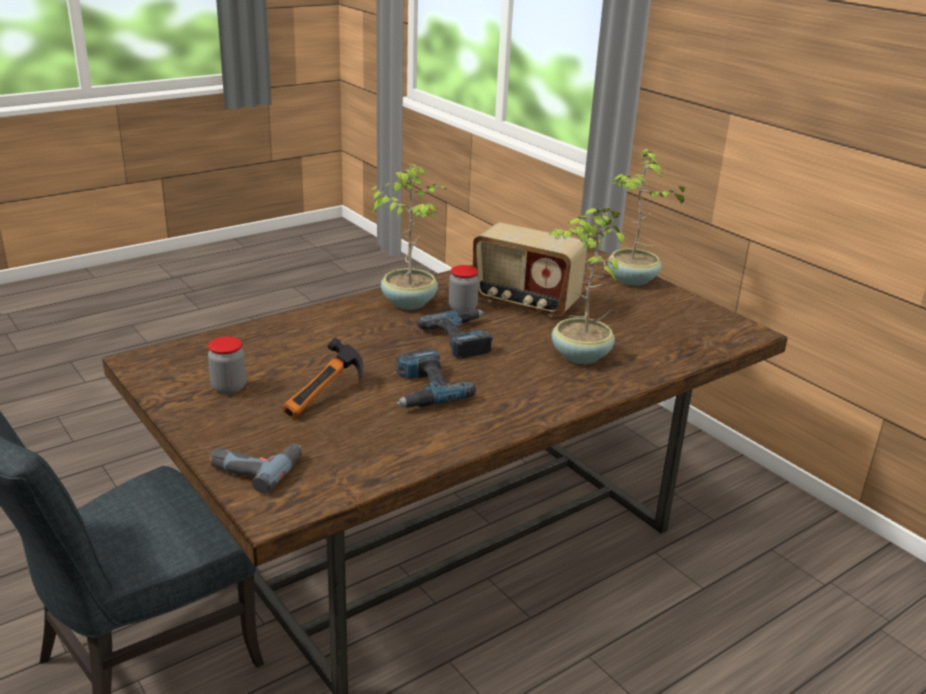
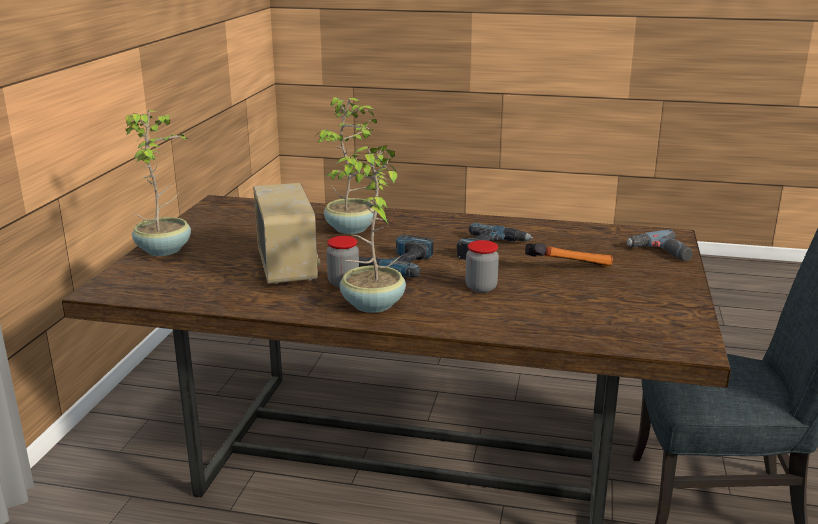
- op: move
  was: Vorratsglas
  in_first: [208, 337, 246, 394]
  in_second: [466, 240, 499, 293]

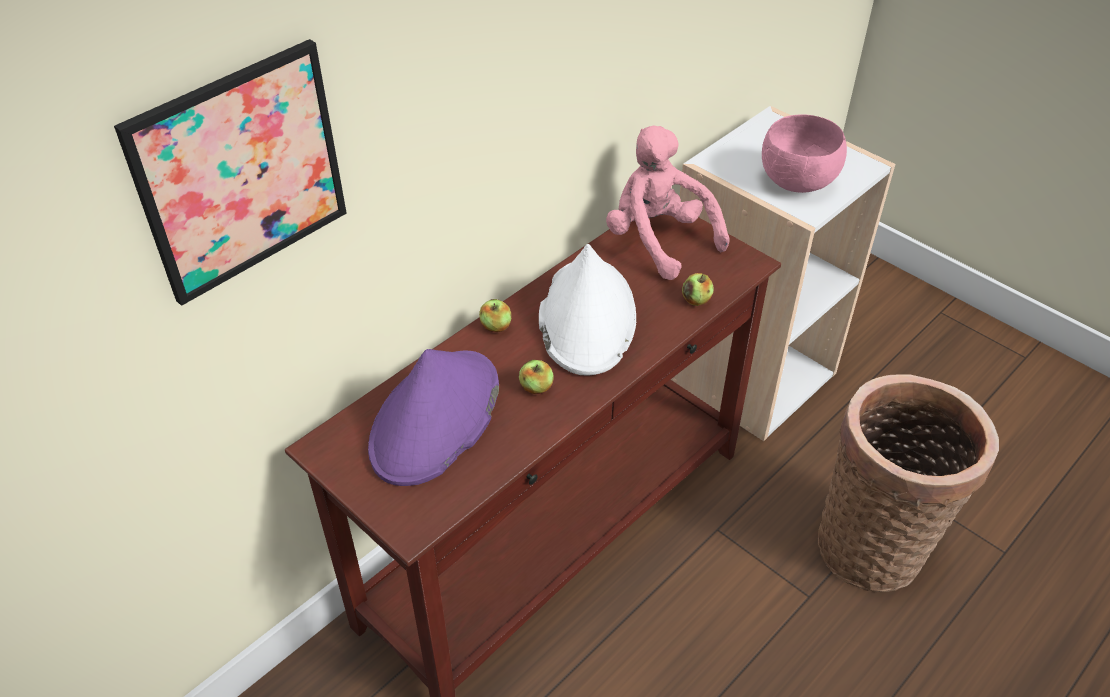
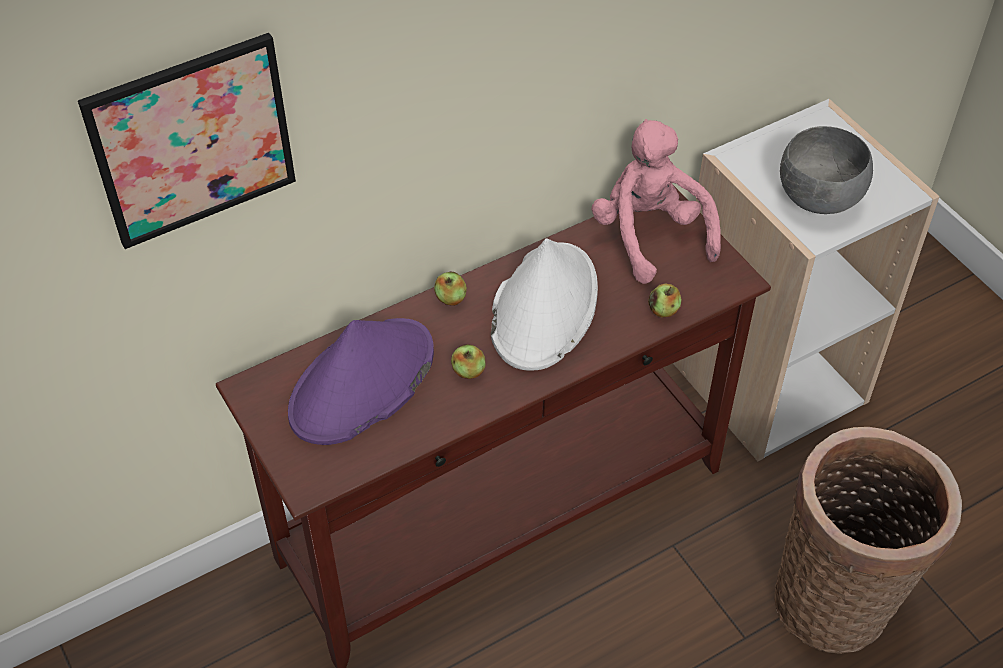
- op: recolor
  was: Schüssel (rosa)
  now: Schüssel (grau)
  in_first: [762, 114, 847, 193]
  in_second: [780, 126, 873, 214]

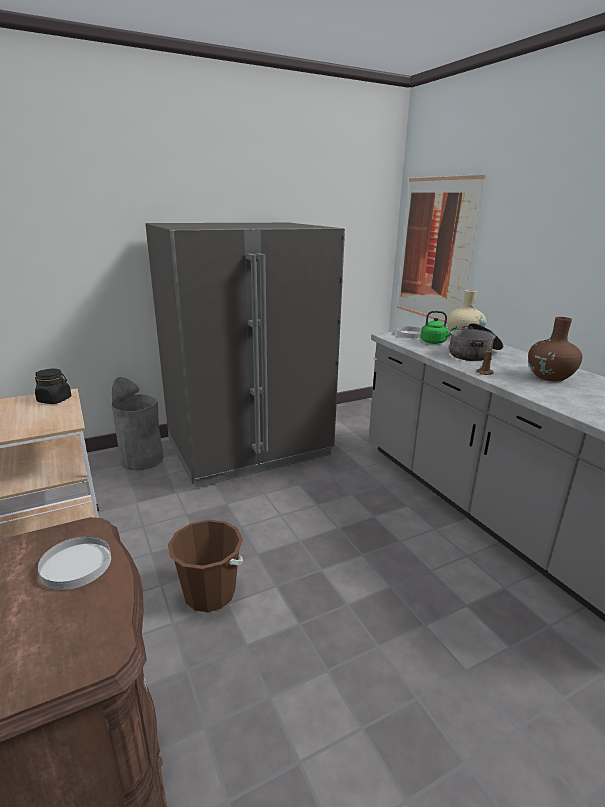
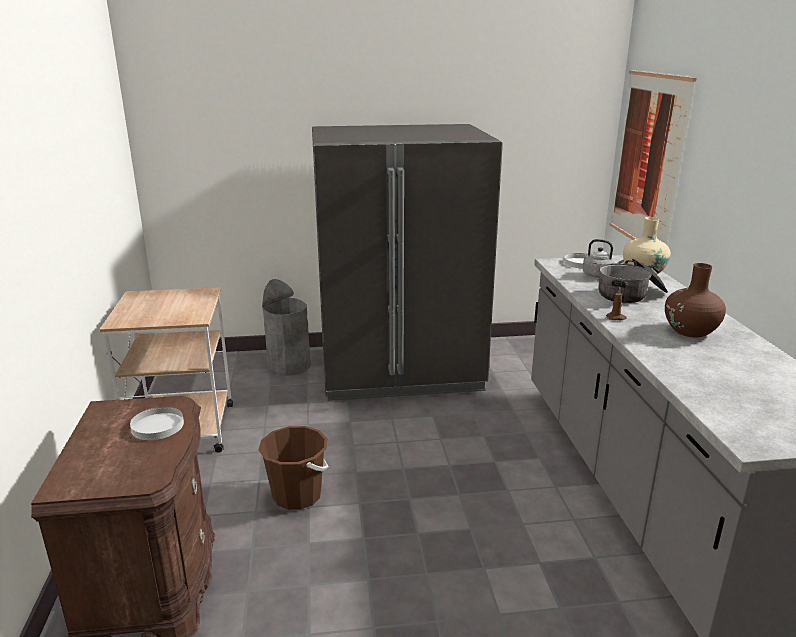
- op: delete
  was: Vorratsglas (schwarz)
  in_first: [35, 369, 72, 404]
- op: recolor
  was: Wasserkessel (grün)
  now: Wasserkessel (grau)
  in_first: [421, 311, 457, 344]
  in_second: [583, 239, 624, 278]

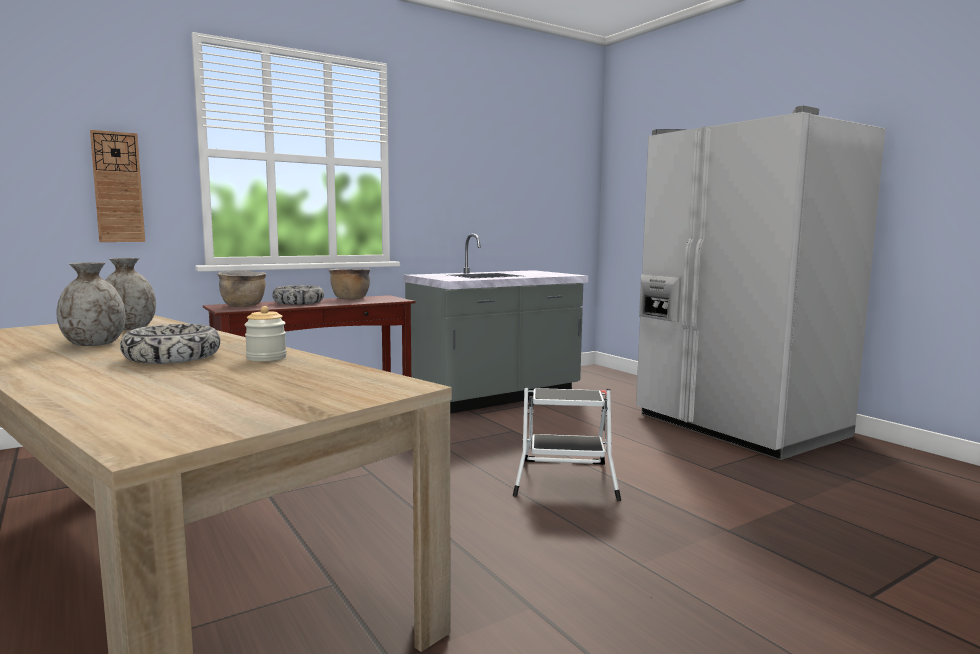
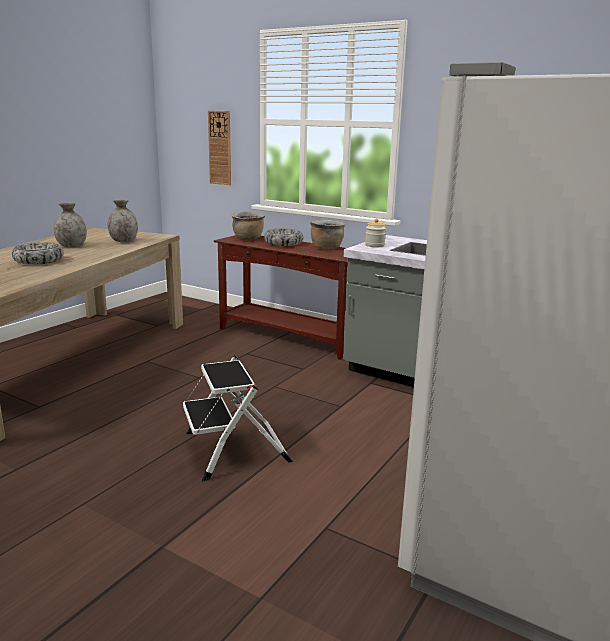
- op: move
  was: Vorratsglas
  in_first: [244, 306, 287, 361]
  in_second: [365, 219, 386, 247]

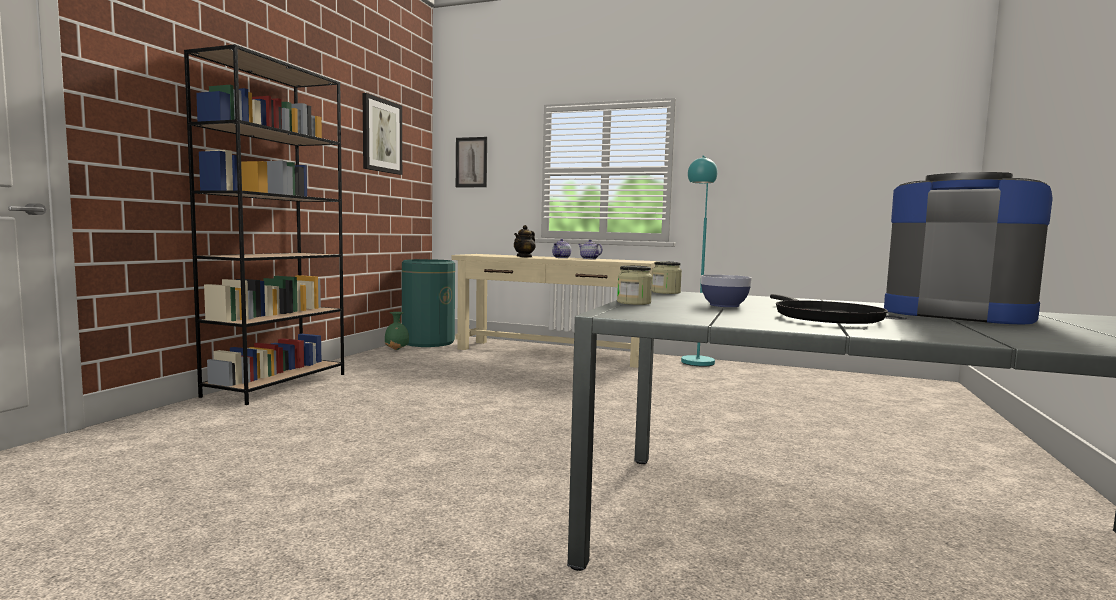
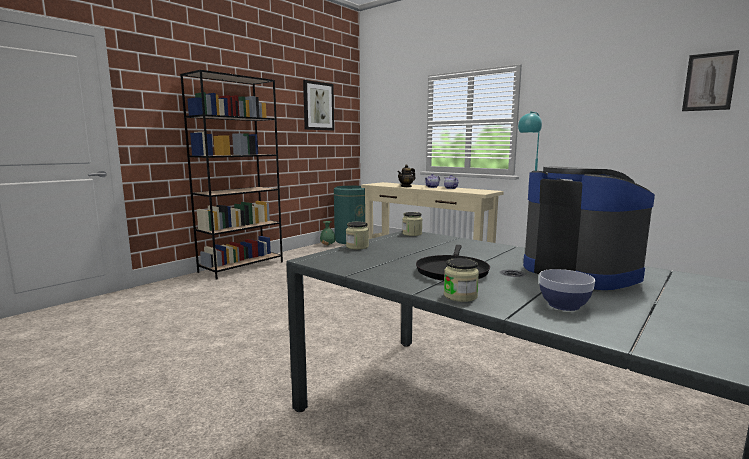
- op: move
  was: Bild
  in_first: [456, 137, 487, 187]
  in_second: [682, 50, 739, 111]
- op: move
  was: Schüssel
  in_first: [701, 275, 752, 307]
  in_second: [539, 269, 595, 311]
- op: insert
  now: Vorratsglas
  in_second: [444, 258, 479, 302]

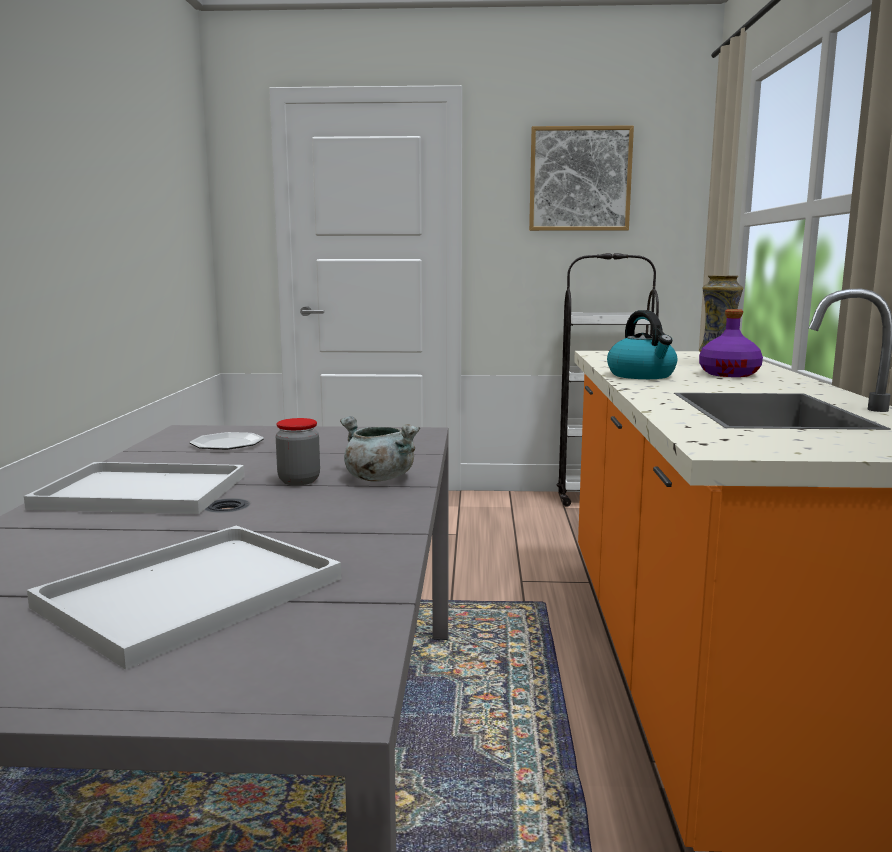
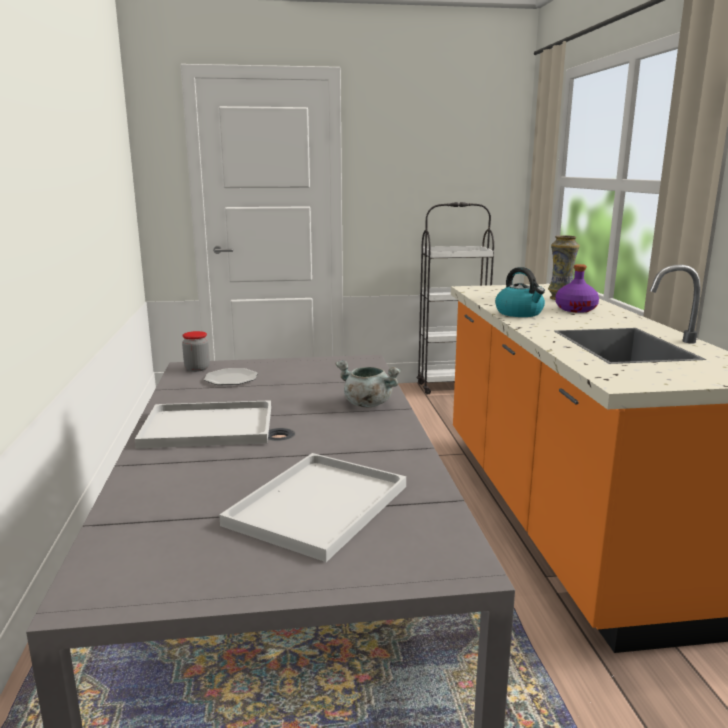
- op: move
  was: Vorratsglas
  in_first: [276, 418, 320, 485]
  in_second: [182, 331, 210, 372]
- op: delete
  was: Bild
  in_first: [529, 125, 634, 231]

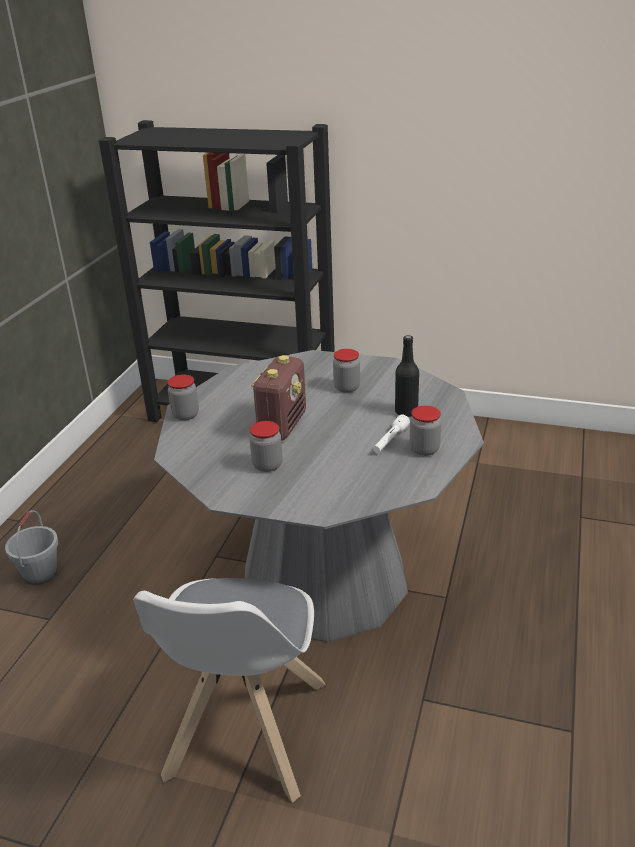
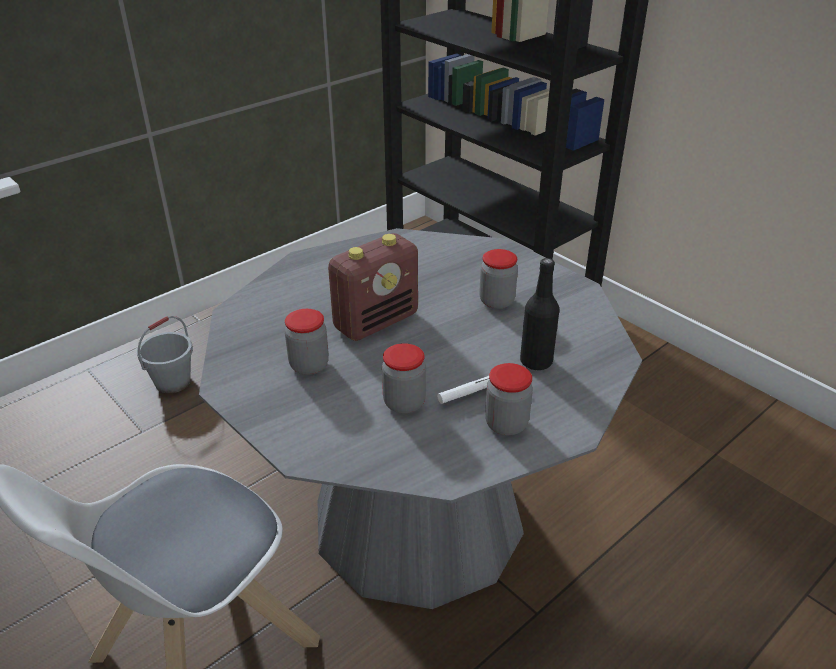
- op: move
  was: Vorratsglas
  in_first: [167, 375, 199, 421]
  in_second: [382, 343, 426, 414]

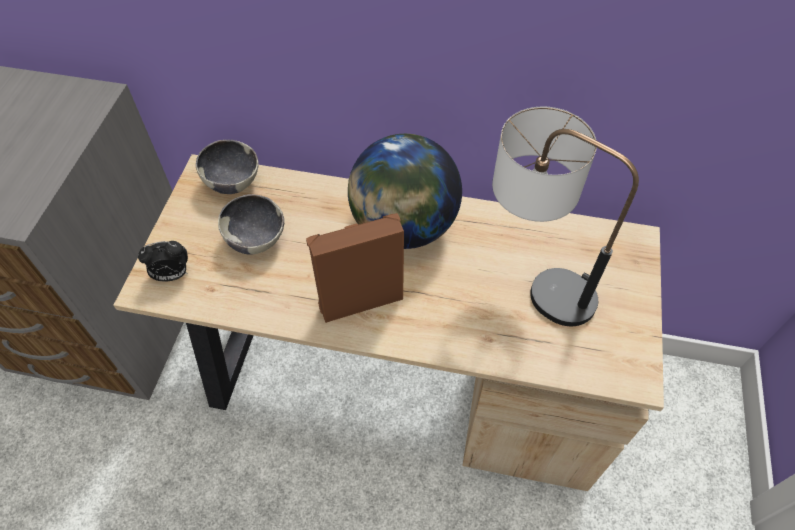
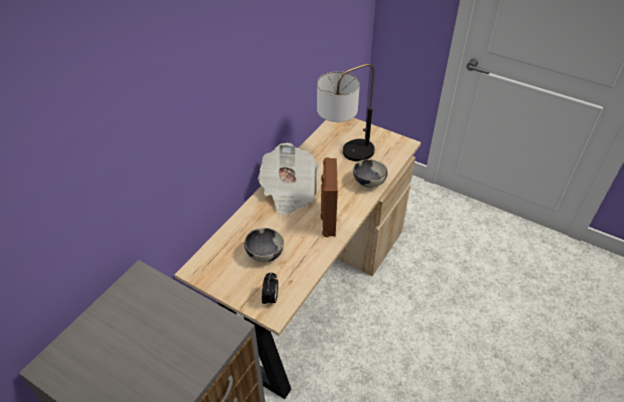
- op: move
  was: Schüssel
  in_first: [196, 140, 259, 194]
  in_second: [353, 159, 388, 188]
- op: replace
  was: Globus
  now: Zeitung
  in_first: [348, 134, 462, 249]
  in_second: [258, 143, 319, 215]

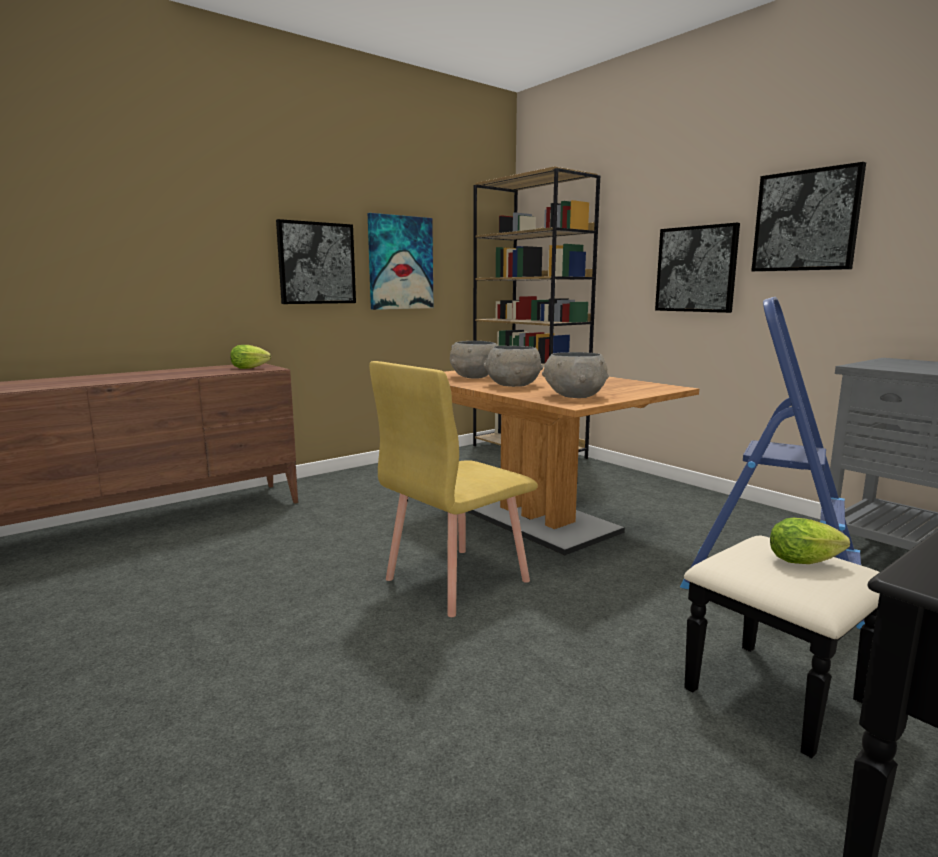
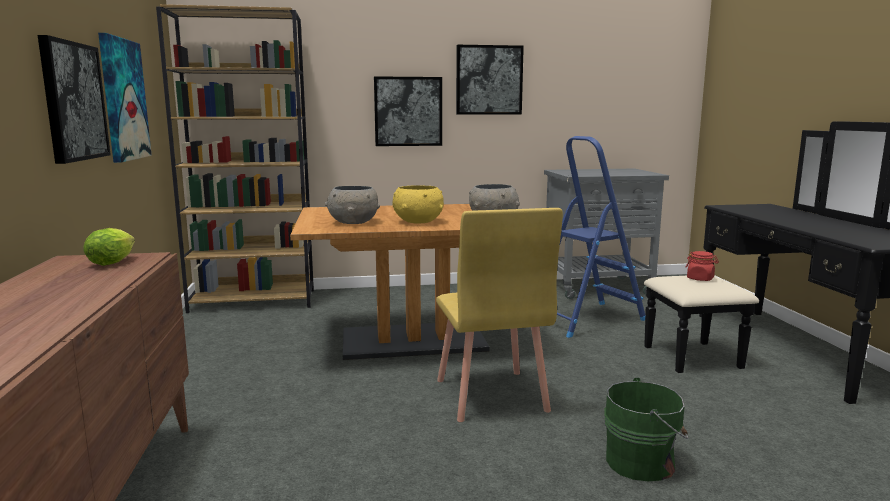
- op: recolor
  was: Schüssel (grau)
  now: Schüssel (gelb)
  in_first: [483, 346, 543, 387]
  in_second: [392, 185, 444, 224]
- op: replace
  was: Salatkopf
  now: Vorratsglas (rot)
  in_first: [770, 518, 850, 564]
  in_second: [686, 251, 719, 281]
- op: insert
  now: Eimer (grün)
  in_second: [604, 377, 689, 481]

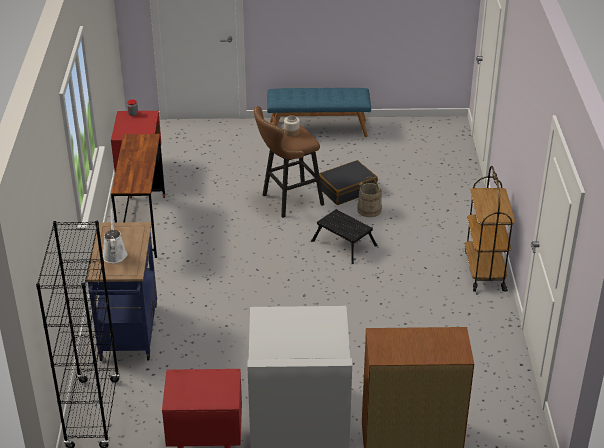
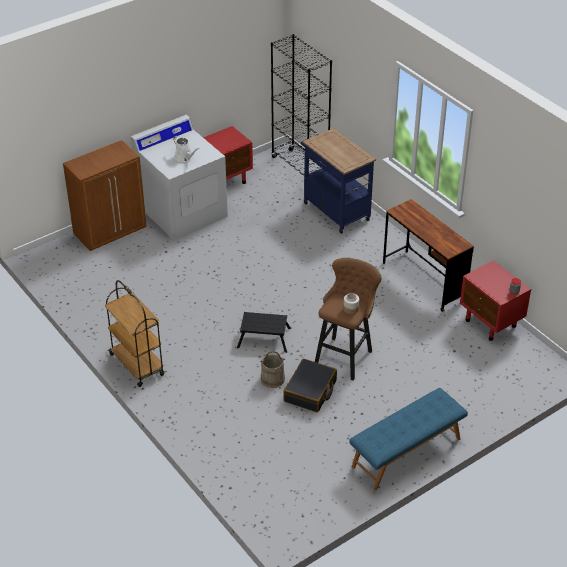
- op: move
  was: Gießkanne (weiß)
  in_first: [103, 209, 127, 263]
  in_second: [173, 136, 200, 162]

